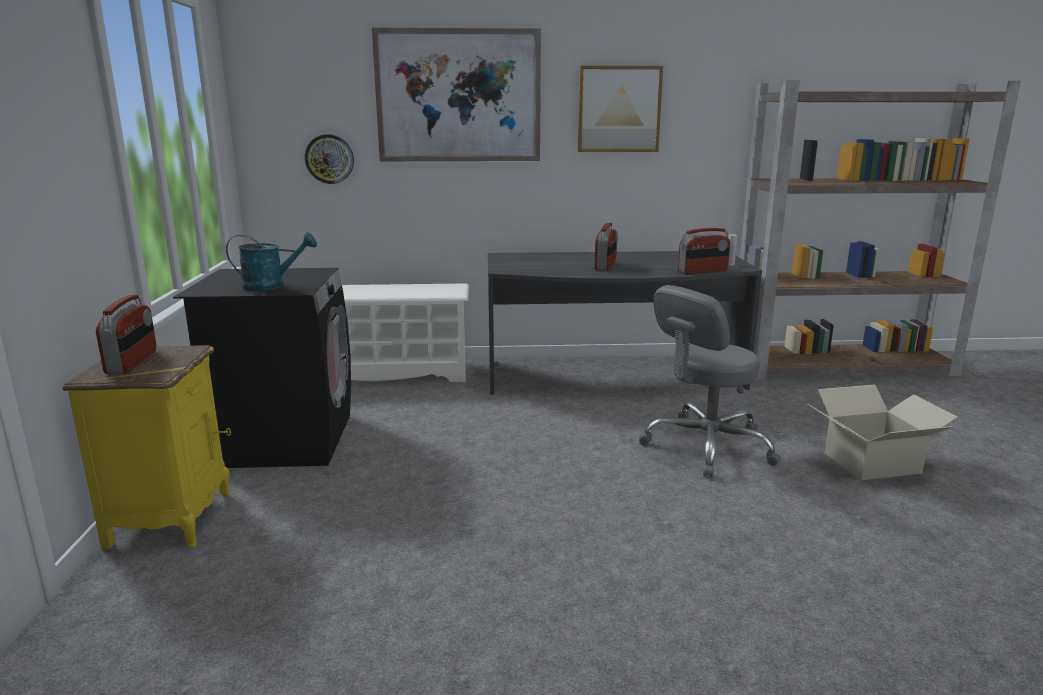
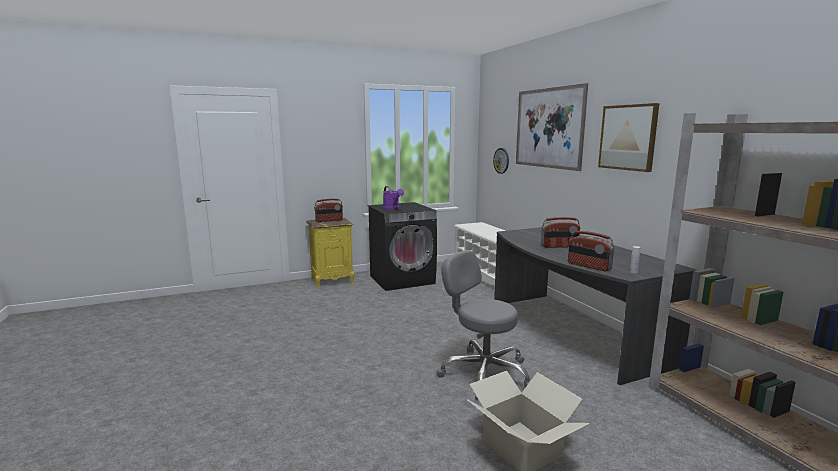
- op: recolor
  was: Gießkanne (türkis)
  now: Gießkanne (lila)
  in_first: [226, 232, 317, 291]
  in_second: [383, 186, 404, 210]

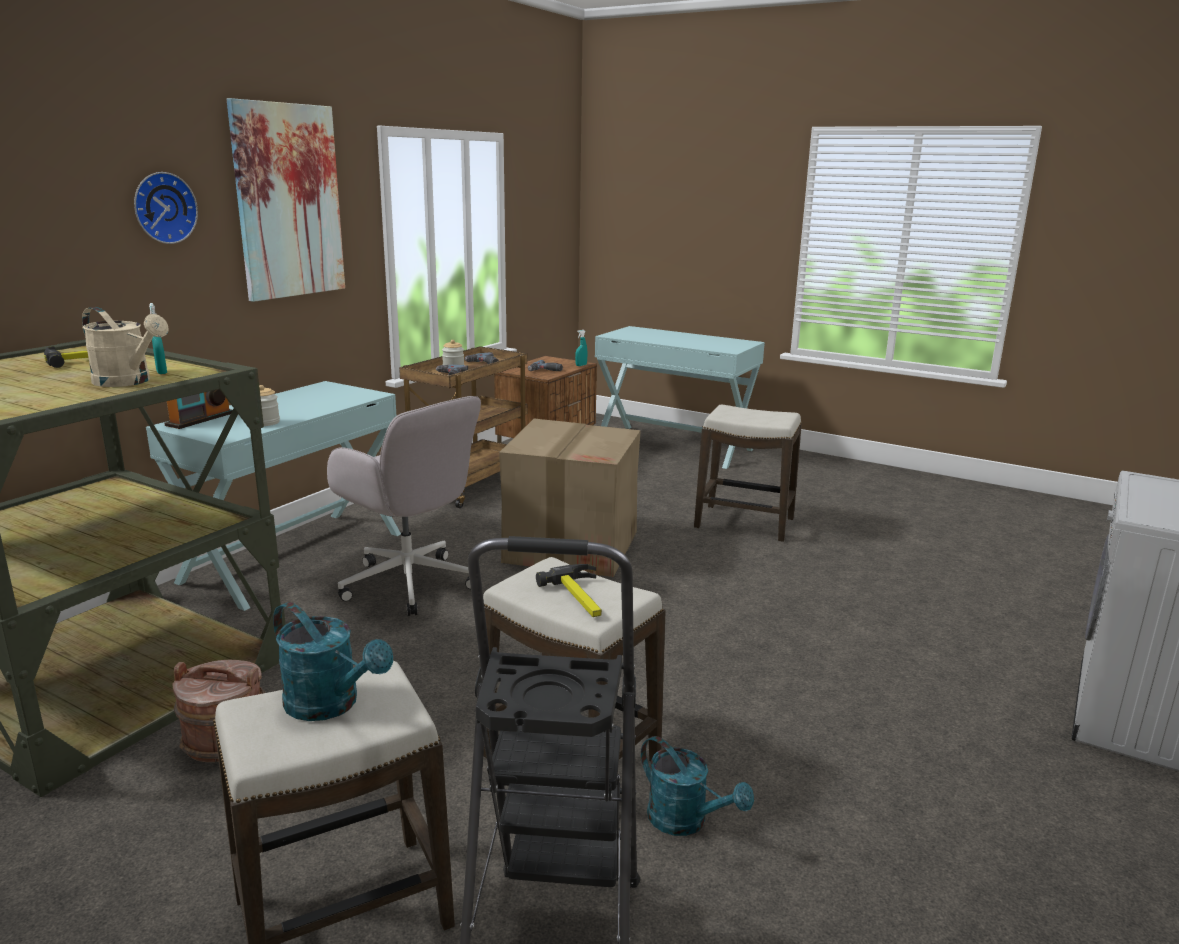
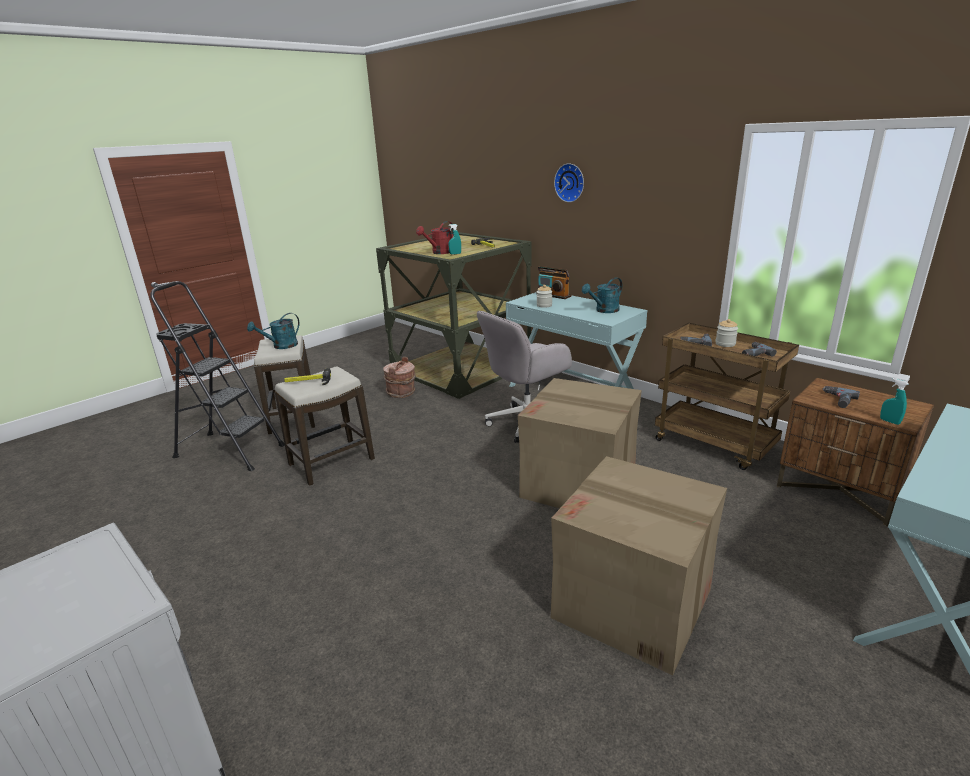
- op: recolor
  was: Gießkanne (beige)
  now: Gießkanne (rot)
  in_first: [82, 307, 169, 387]
  in_second: [416, 221, 454, 254]
- op: delete
  was: Bild
  in_first: [226, 98, 345, 302]
- op: move
  was: Gießkanne (türkis)
  in_first: [641, 736, 754, 836]
  in_second: [582, 277, 622, 313]
- op: replace
  was: Hocker
  now: Karton
  in_first: [694, 405, 802, 542]
  in_second: [551, 456, 727, 676]

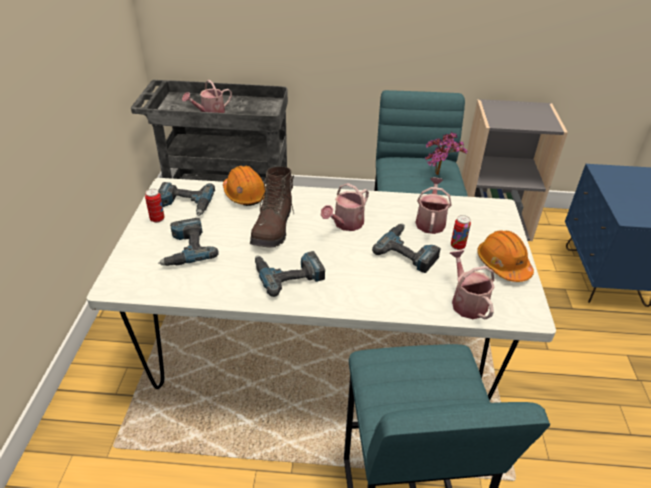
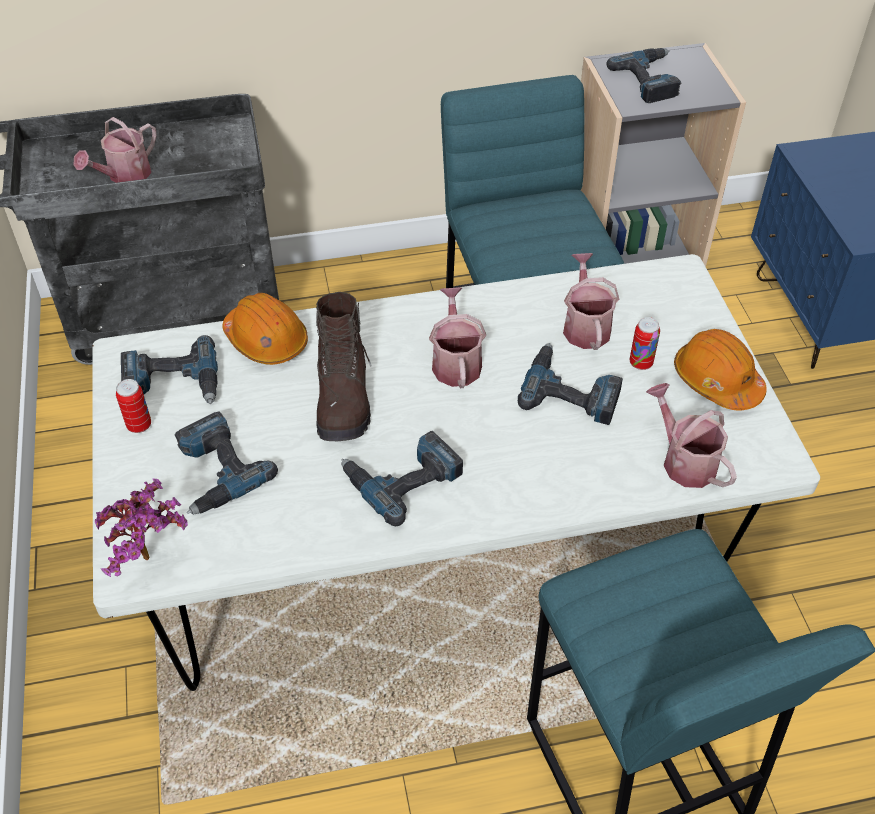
- op: rotate
  was: Gießkanne
  in_first: [321, 183, 369, 231]
  in_second: [429, 287, 486, 388]
  clockwise: 150
- op: move
  was: Topfpflanze
  in_first: [425, 132, 468, 175]
  in_second: [94, 478, 188, 577]
- op: insert
  now: Bohrmaschine
  in_second: [606, 48, 682, 103]

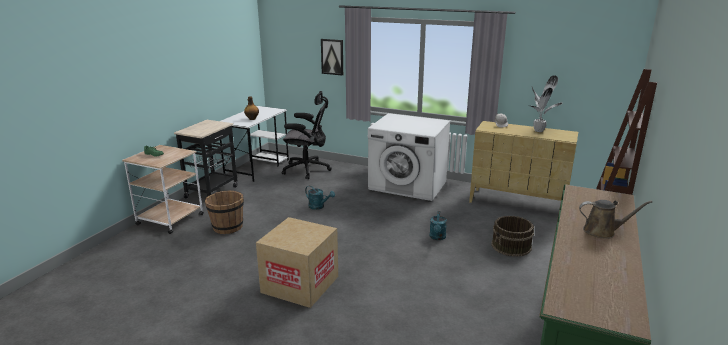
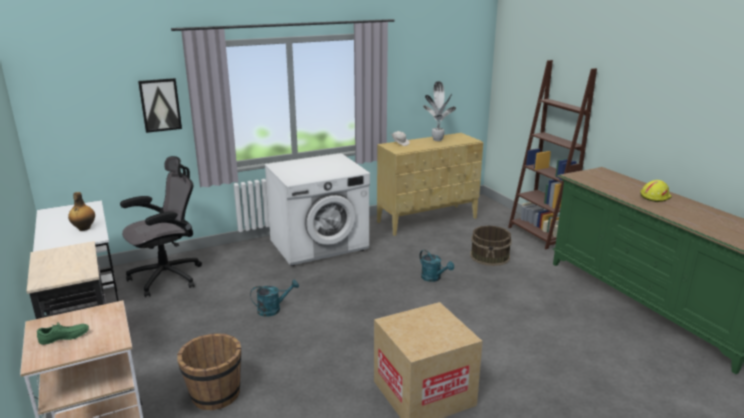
- op: replace
  was: Gießkanne (braun)
  now: Schutzhelm (gelb)
  in_first: [579, 200, 652, 239]
  in_second: [640, 180, 672, 202]

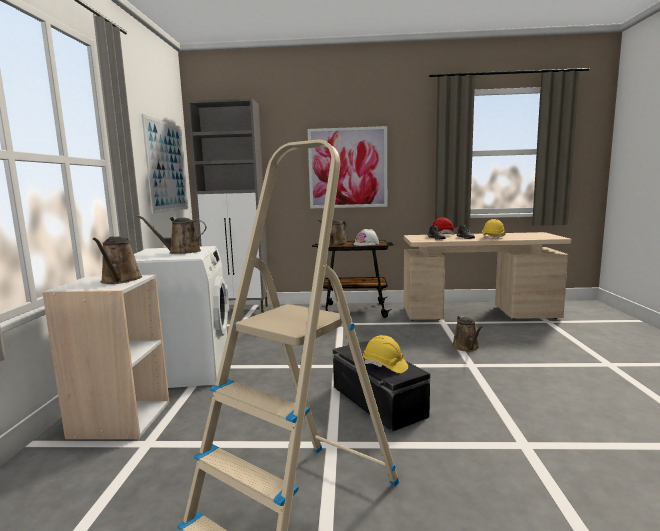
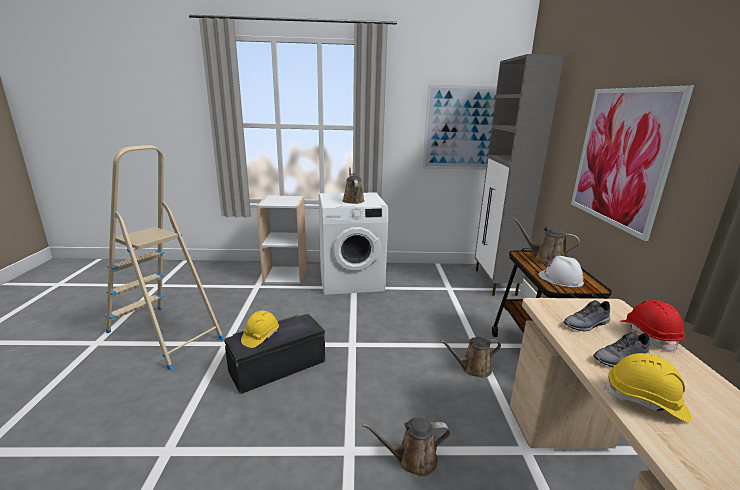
- op: move
  was: Gießkanne (braun)
  in_first: [93, 237, 142, 284]
  in_second: [440, 337, 501, 378]

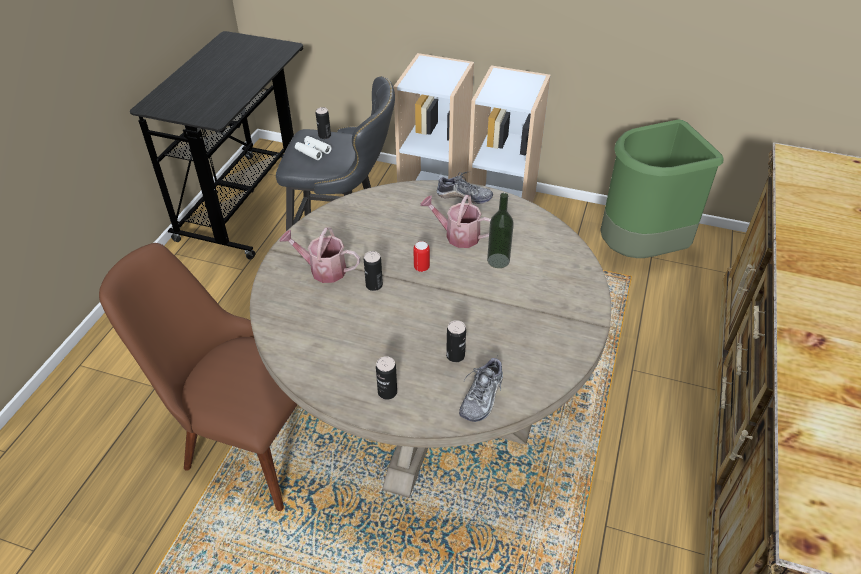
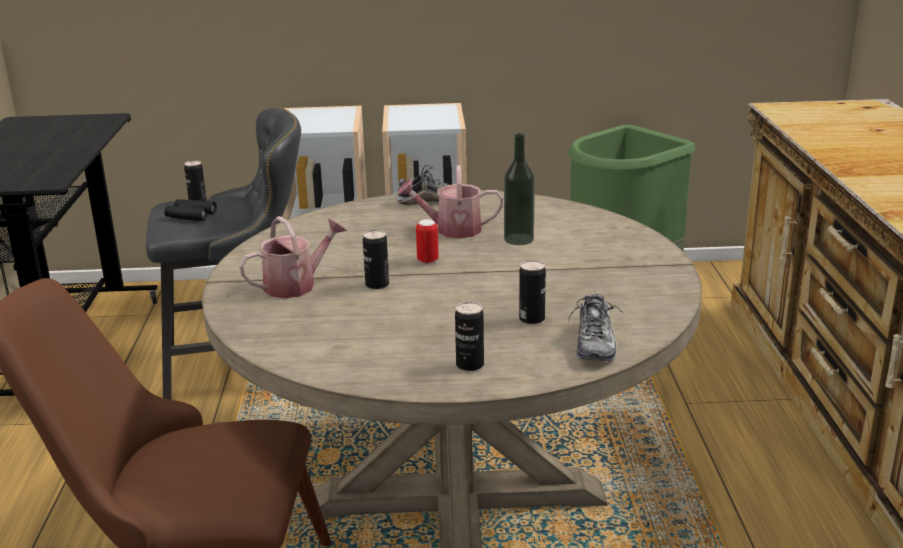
- op: rotate
  was: Gießkanne
  in_first: [279, 227, 360, 283]
  in_second: [239, 216, 347, 298]
  clockwise: 150
- op: recolor
  was: Fernglas (weiß)
  now: Fernglas (schwarz)
  in_first: [295, 136, 331, 160]
  in_second: [164, 199, 217, 221]

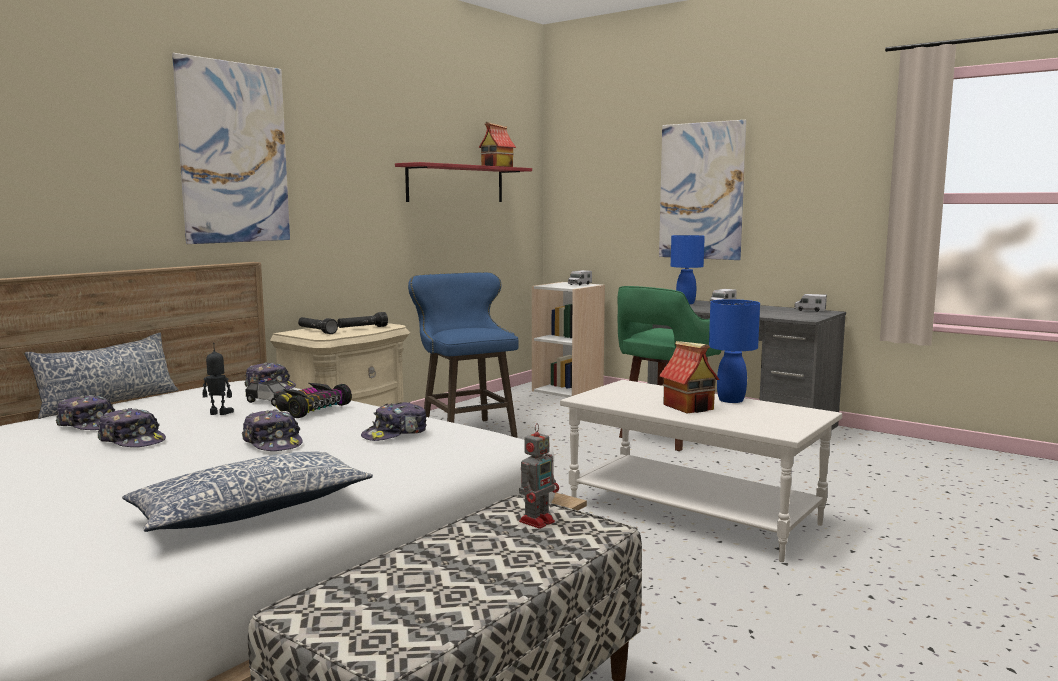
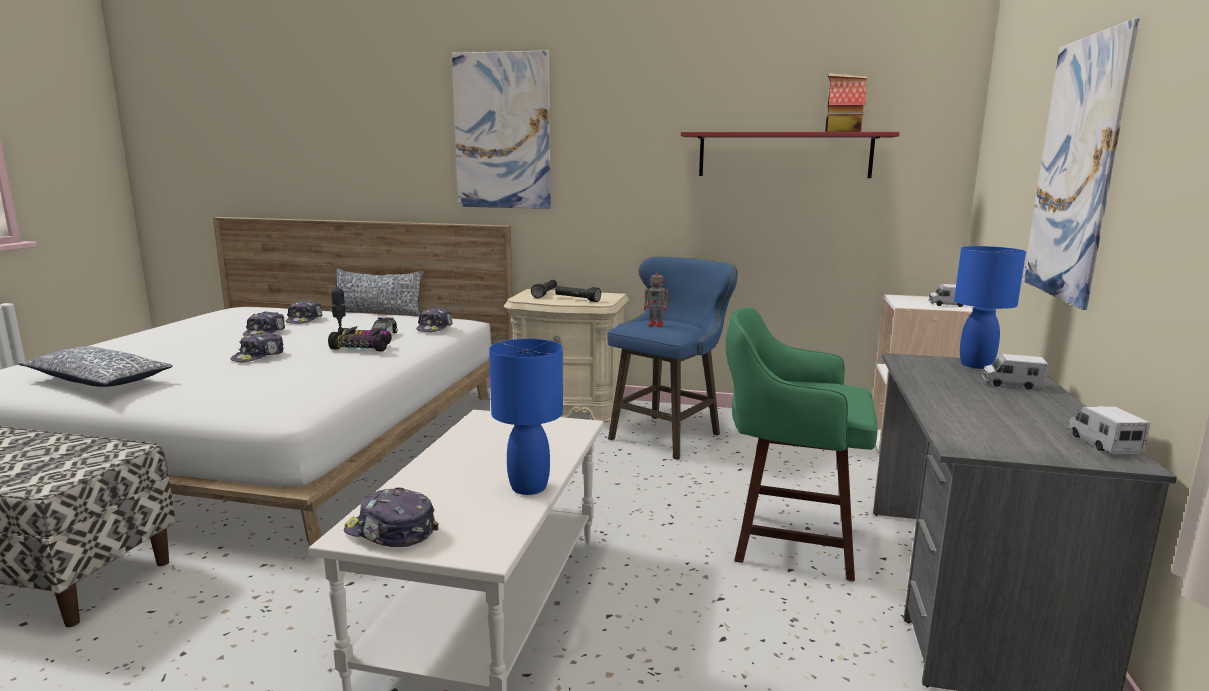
- op: move
  was: Kappe
  in_first: [361, 402, 427, 441]
  in_second: [344, 487, 439, 547]
- op: move
  was: Spielzeugroboter
  in_first: [519, 423, 559, 529]
  in_second: [644, 268, 670, 327]
- op: delete
  was: Spielzeughaus
  in_first: [659, 341, 720, 413]

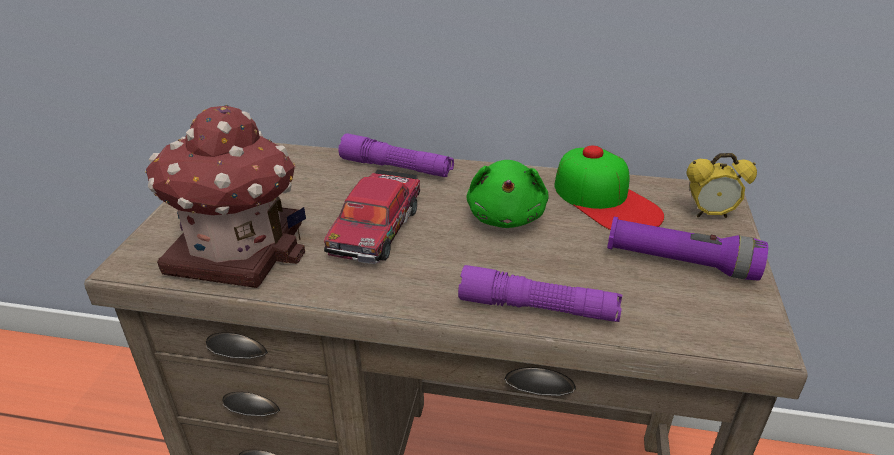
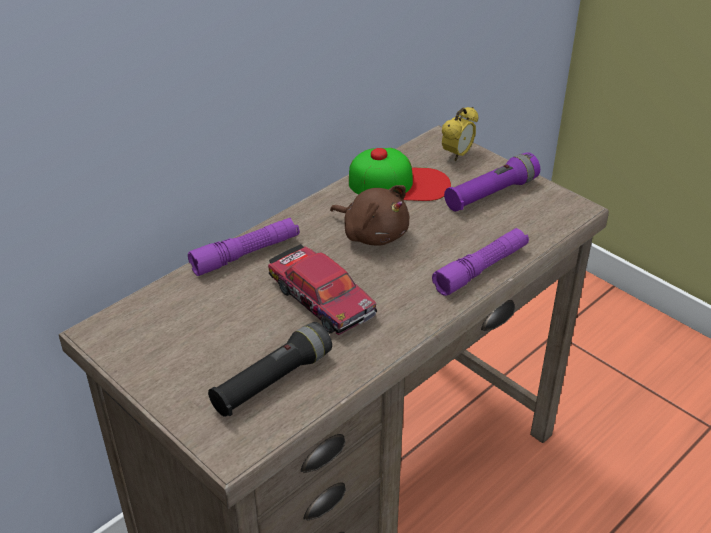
- op: replace
  was: Spielzeughaus
  now: Taschenlampe (schwarz)
  in_first: [145, 105, 306, 288]
  in_second: [208, 322, 332, 417]
- op: recolor
  was: Plüschtier (grün)
  now: Plüschtier (braun)
  in_first: [466, 160, 549, 228]
  in_second: [330, 185, 409, 246]

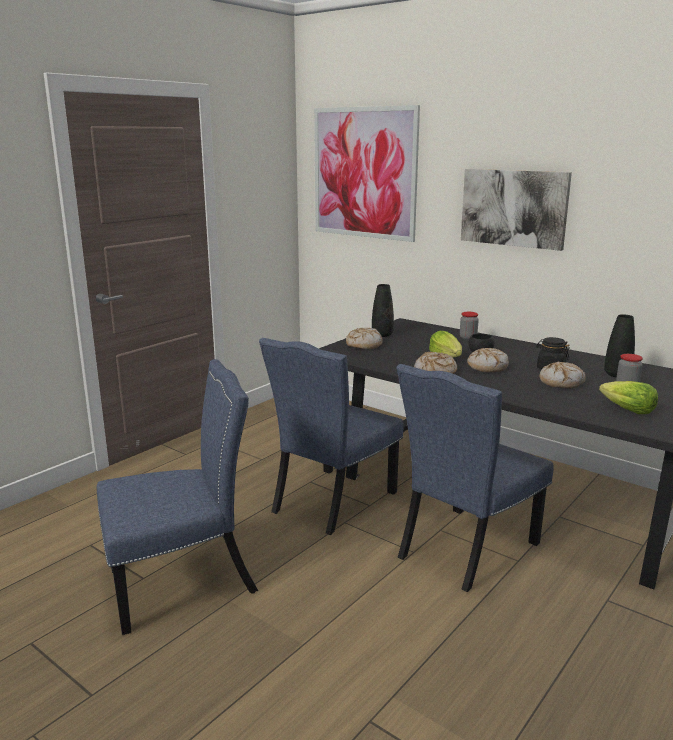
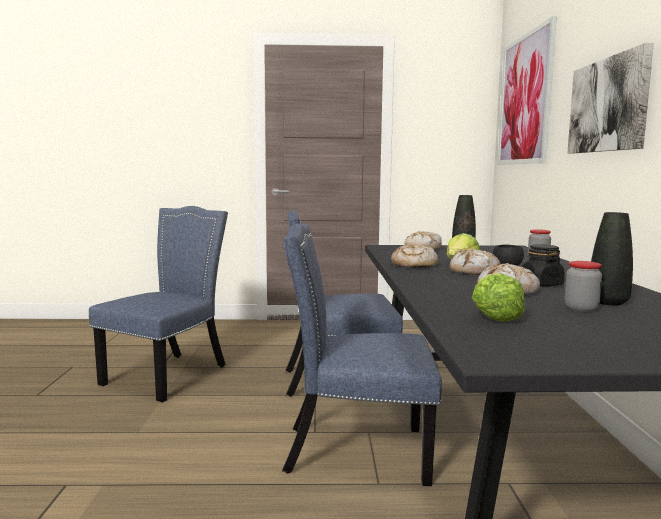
- op: rotate
  was: Stuhl (blau)
  in_first: [97, 359, 258, 635]
  in_second: [89, 206, 228, 402]
  clockwise: -90

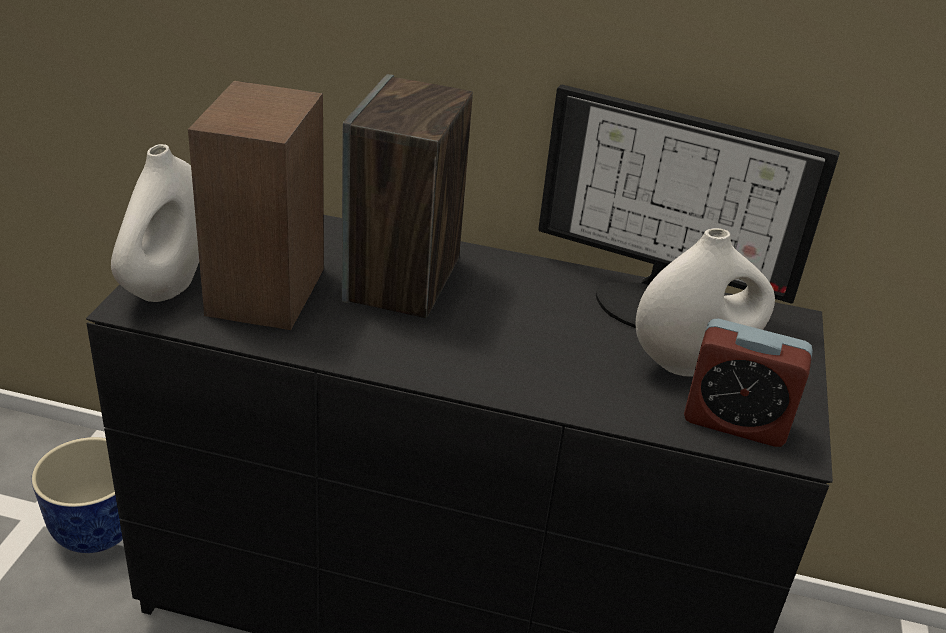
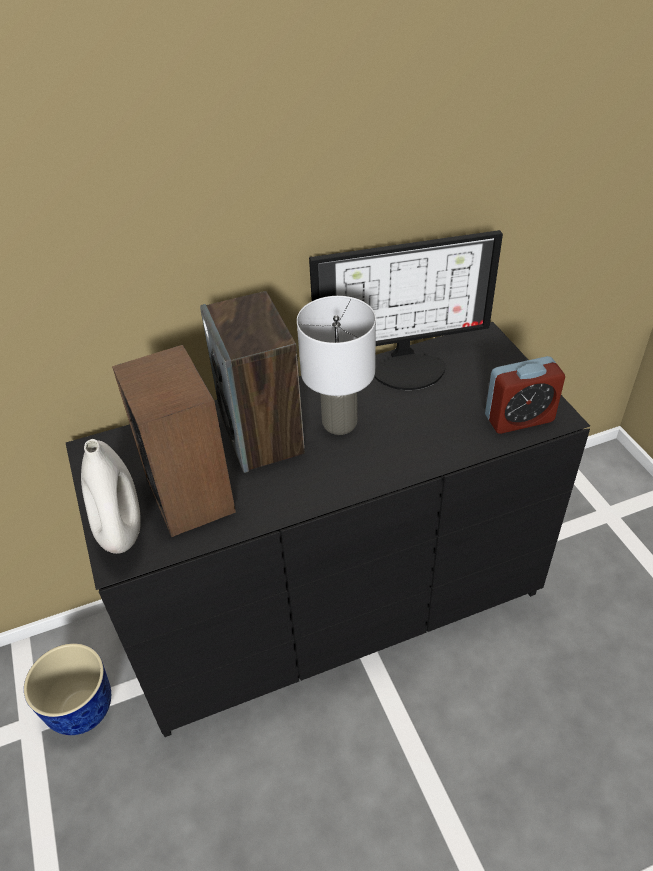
- op: delete
  was: Vase (weiß)
  in_first: [636, 228, 775, 377]
- op: insert
  now: Tischlampe (weiß)
  in_second: [297, 296, 376, 435]

